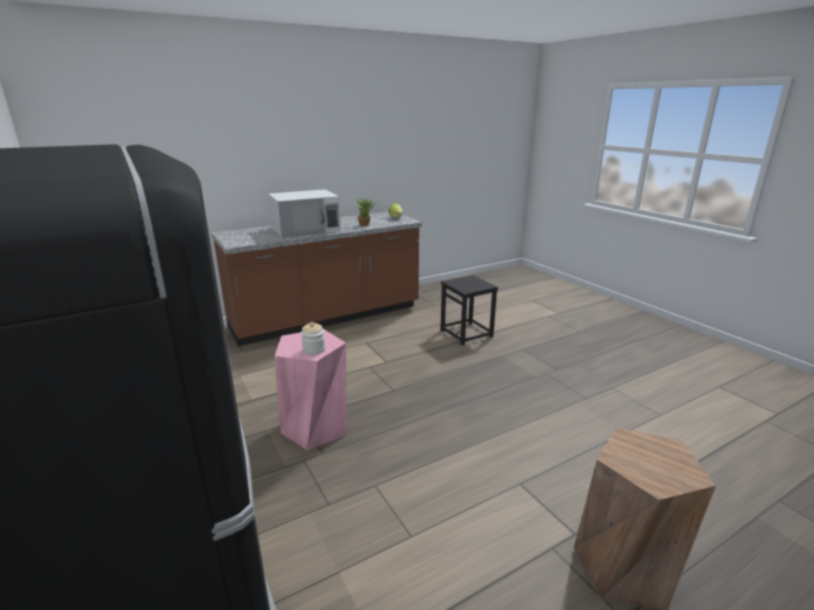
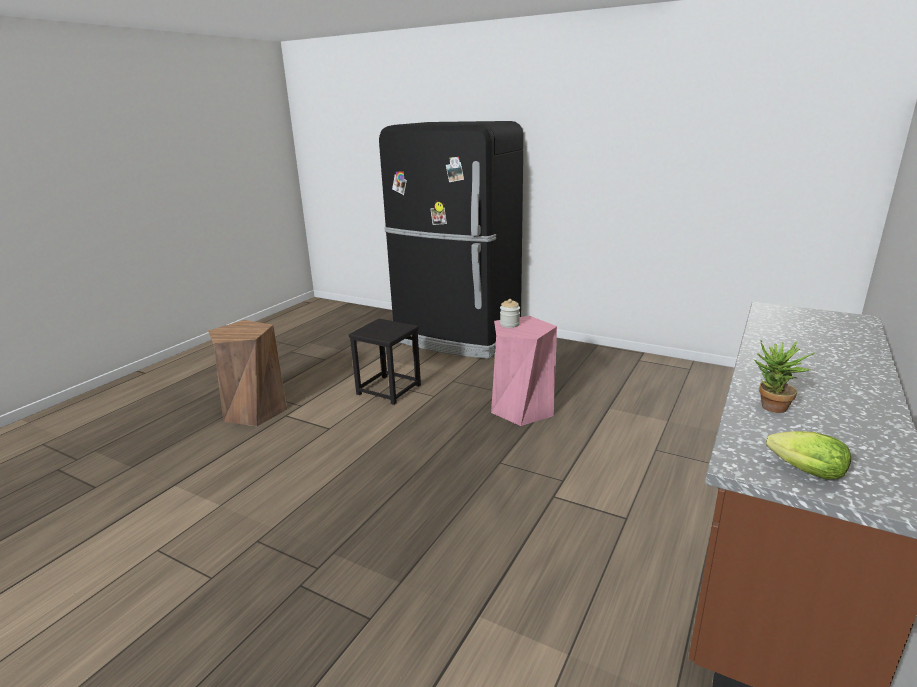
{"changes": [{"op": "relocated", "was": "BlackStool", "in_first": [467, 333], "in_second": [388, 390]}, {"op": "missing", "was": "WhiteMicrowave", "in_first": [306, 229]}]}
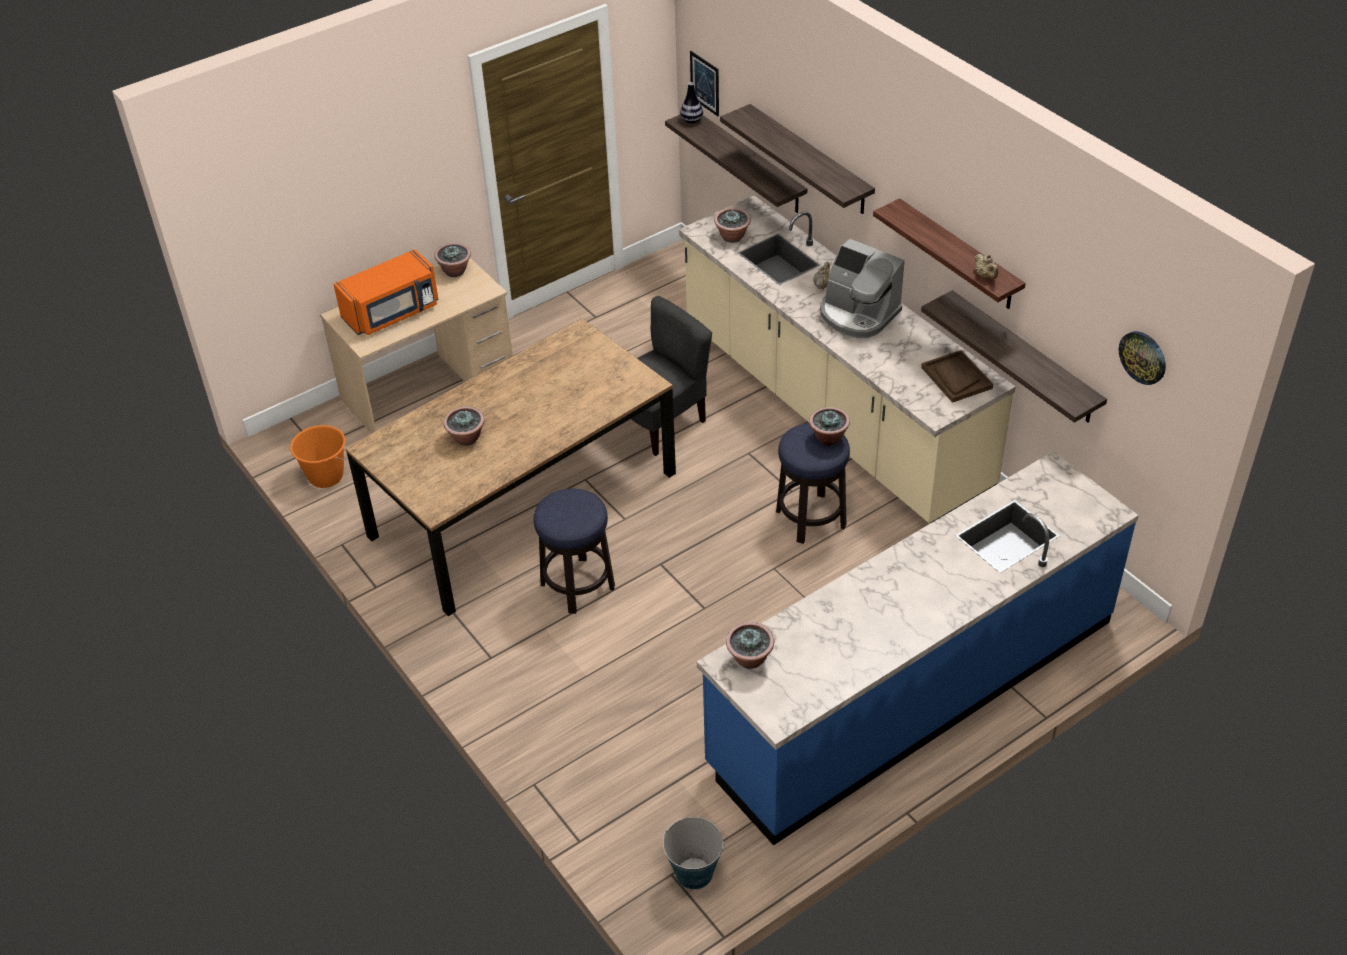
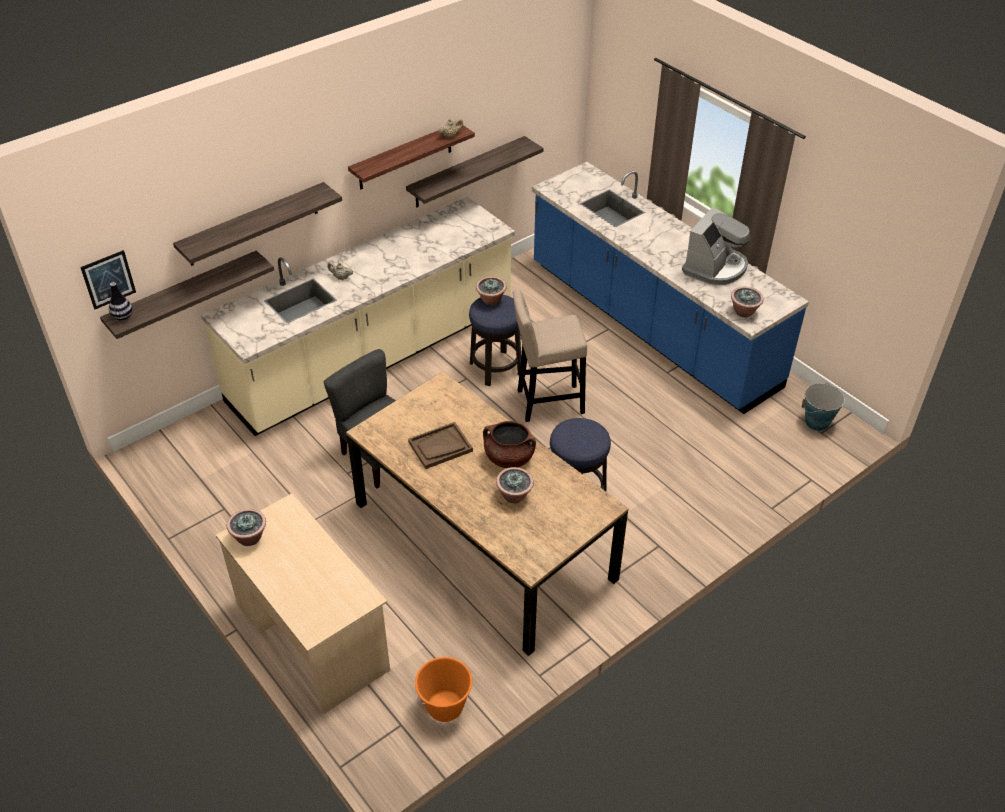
{"changes": [{"op": "relocated", "was": "BrownTray", "in_first": [956, 378], "in_second": [440, 447]}, {"op": "appeared", "now": "BrownCookingPot", "in_second": [509, 458]}, {"op": "appeared", "now": "BeigeStool", "in_second": [546, 402]}, {"op": "relocated", "was": "CoffeeMachine", "in_first": [858, 314], "in_second": [715, 267]}, {"op": "missing", "was": "OrangeMicrowave", "in_first": [392, 313]}, {"op": "missing", "was": "PottedPlant", "in_first": [732, 237]}, {"op": "missing", "was": "WallClock", "in_first": [1143, 357]}]}
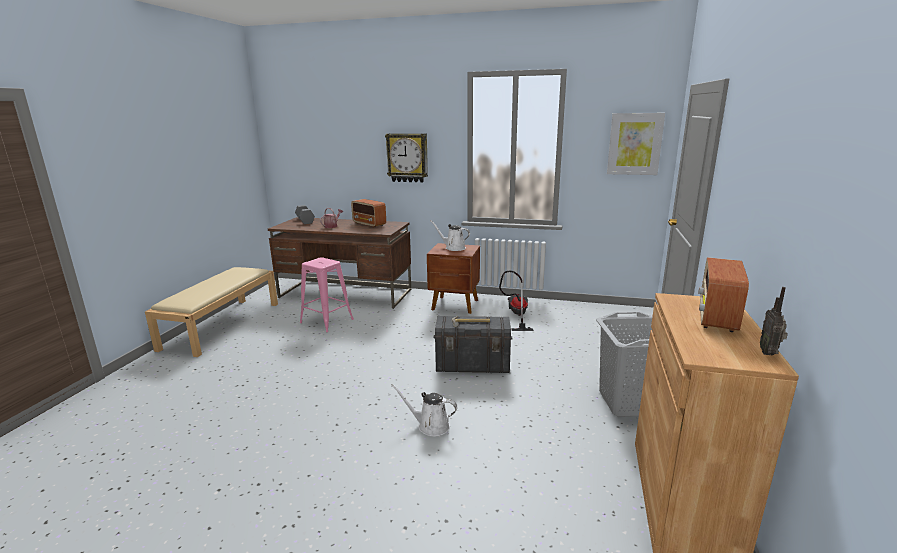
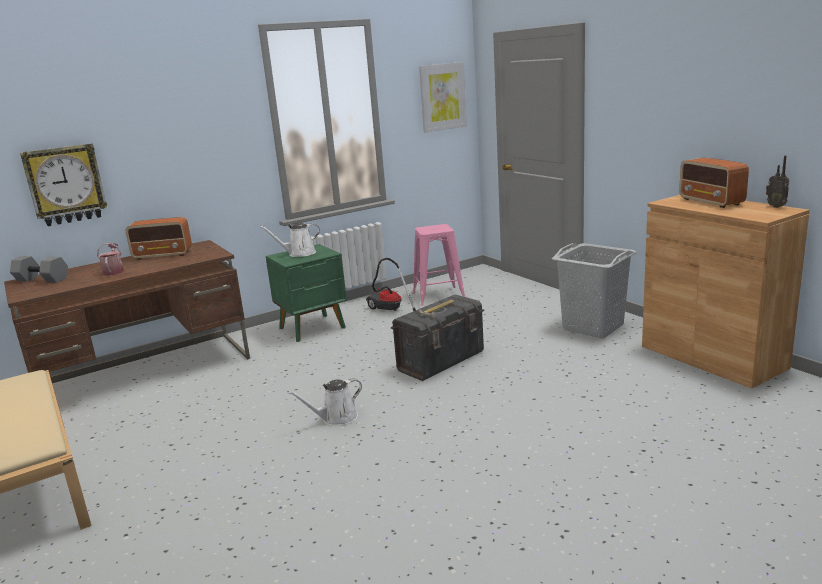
{"changes": [{"op": "relocated", "was": "WallClock", "in_first": [407, 157], "in_second": [65, 184]}, {"op": "colour", "was": "BrownNightstand", "now": "GreenNightstand", "in_first": [455, 305], "in_second": [313, 328]}, {"op": "relocated", "was": "WhiteWateringCan", "in_first": [430, 426], "in_second": [336, 418]}, {"op": "relocated", "was": "PinkStool", "in_first": [326, 321], "in_second": [438, 296]}]}
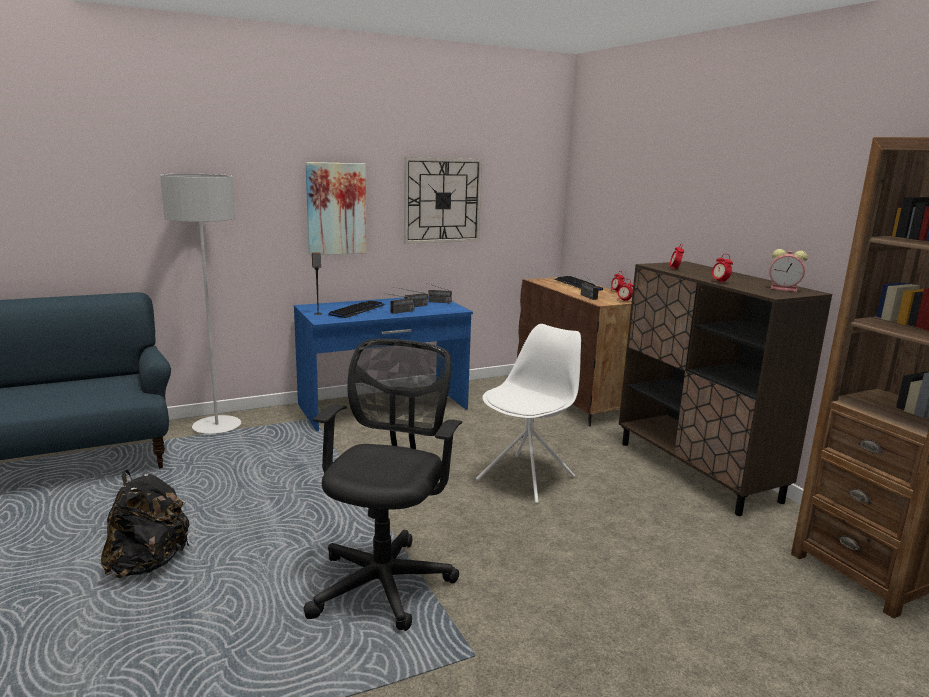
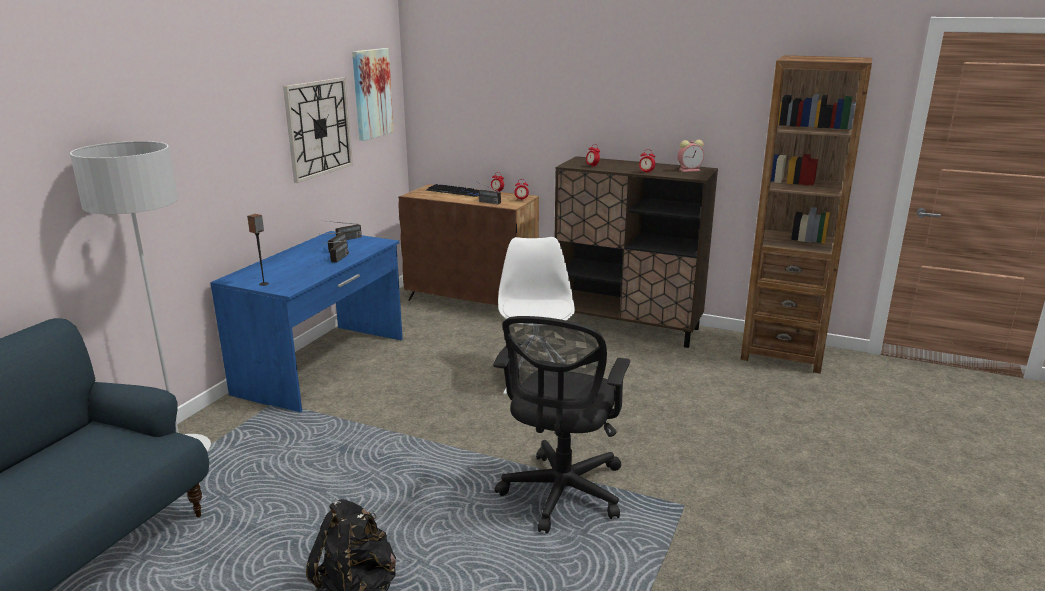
{"changes": [{"op": "relocated", "was": "Picture", "in_first": [336, 209], "in_second": [371, 93]}, {"op": "spun", "was": "BlackOfficeChair", "in_first": [385, 580], "in_second": [561, 495], "clockwise": -135}, {"op": "missing", "was": "Keyboard", "in_first": [357, 310]}]}
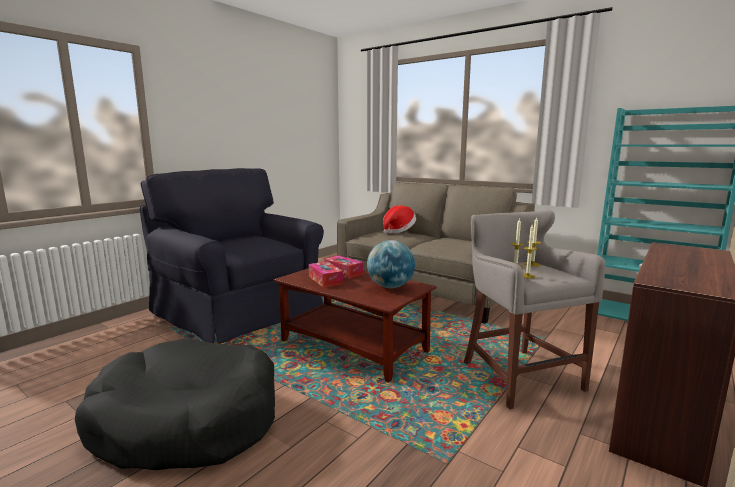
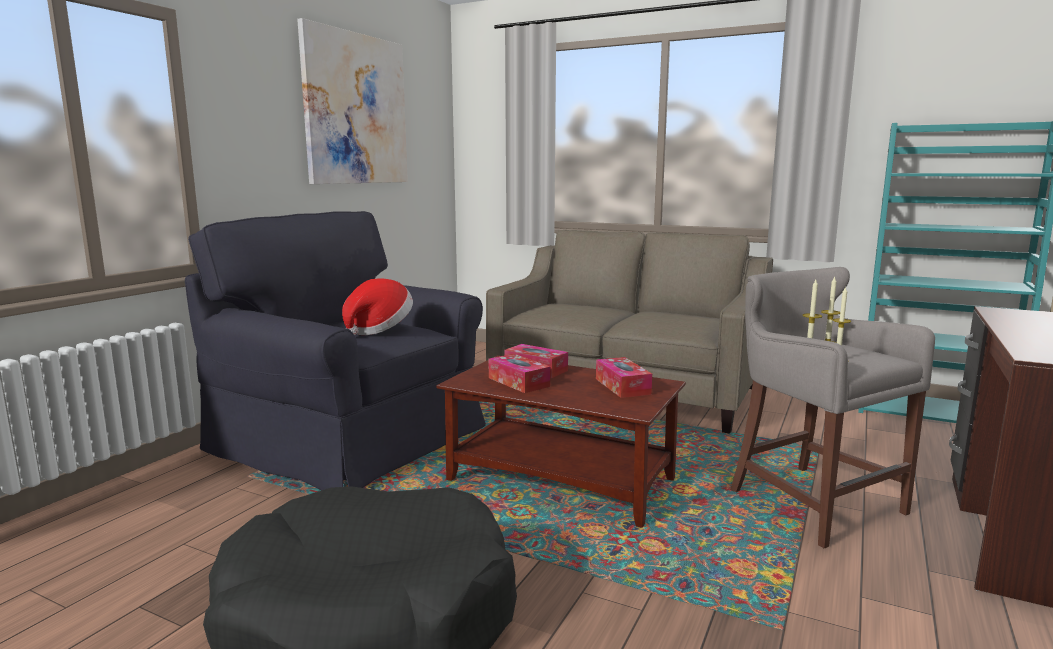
{"changes": [{"op": "appeared", "now": "Picture", "in_second": [356, 109]}, {"op": "relocated", "was": "Hat", "in_first": [398, 231], "in_second": [378, 329]}, {"op": "exchanged", "was": "Globe", "now": "TissueBox", "in_first": [390, 286], "in_second": [622, 386]}]}
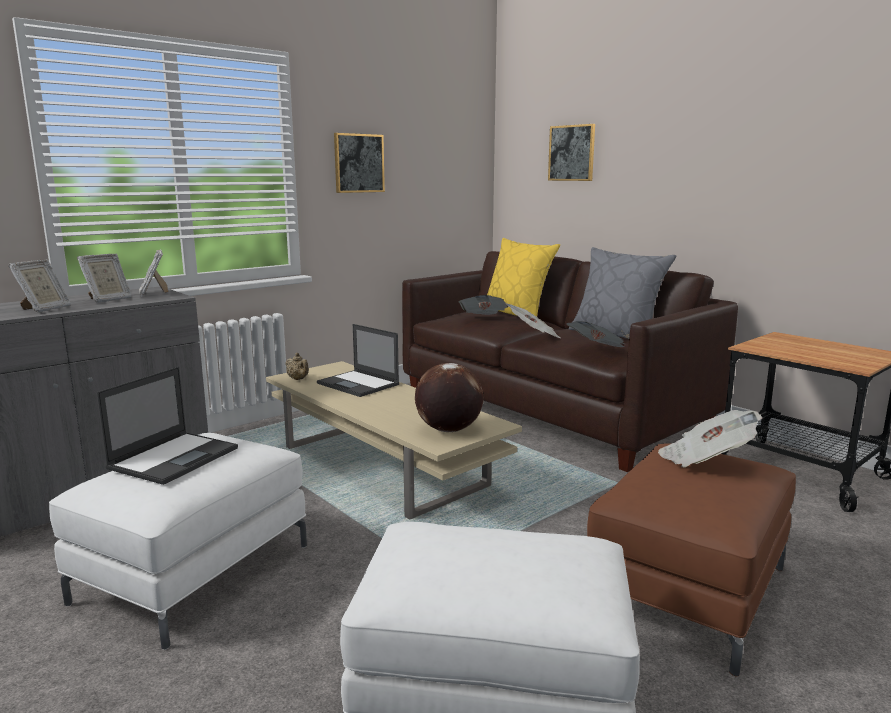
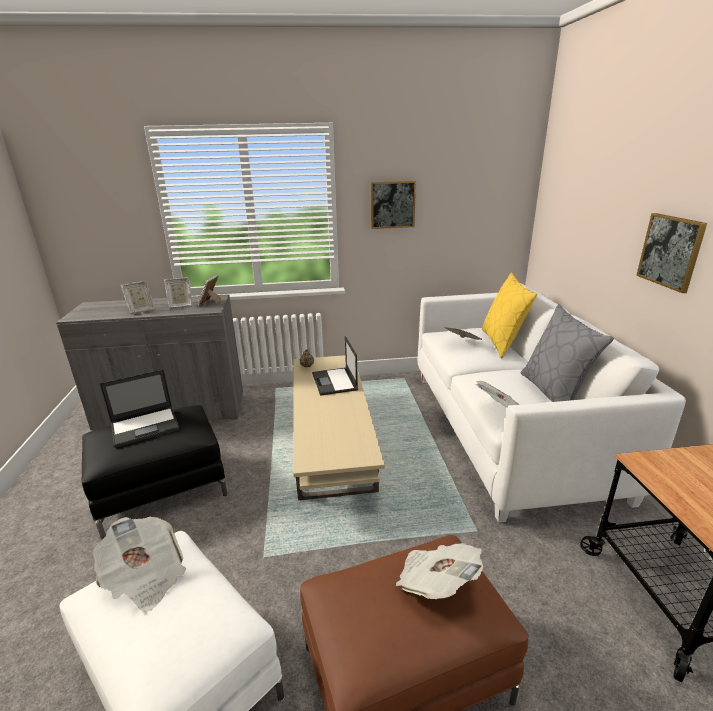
{"changes": [{"op": "colour", "was": "WhiteOttoman", "now": "BlackOttoman", "in_first": [194, 572], "in_second": [162, 490]}, {"op": "relocated", "was": "Newspaper", "in_first": [533, 335], "in_second": [145, 577]}, {"op": "colour", "was": "BrownSofa", "now": "WhiteSofa", "in_first": [550, 410], "in_second": [507, 430]}, {"op": "relocated", "was": "Picture", "in_first": [572, 153], "in_second": [670, 251]}, {"op": "missing", "was": "Globe", "in_first": [448, 430]}]}
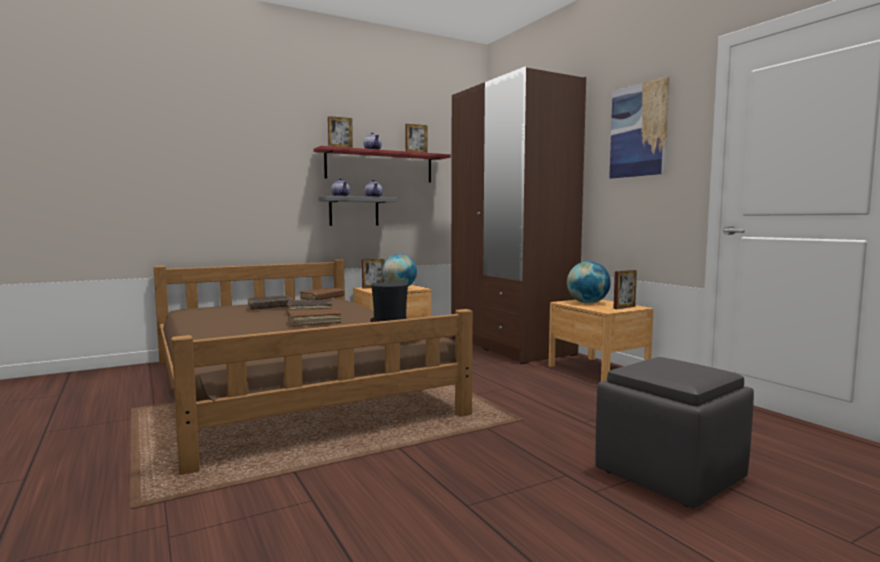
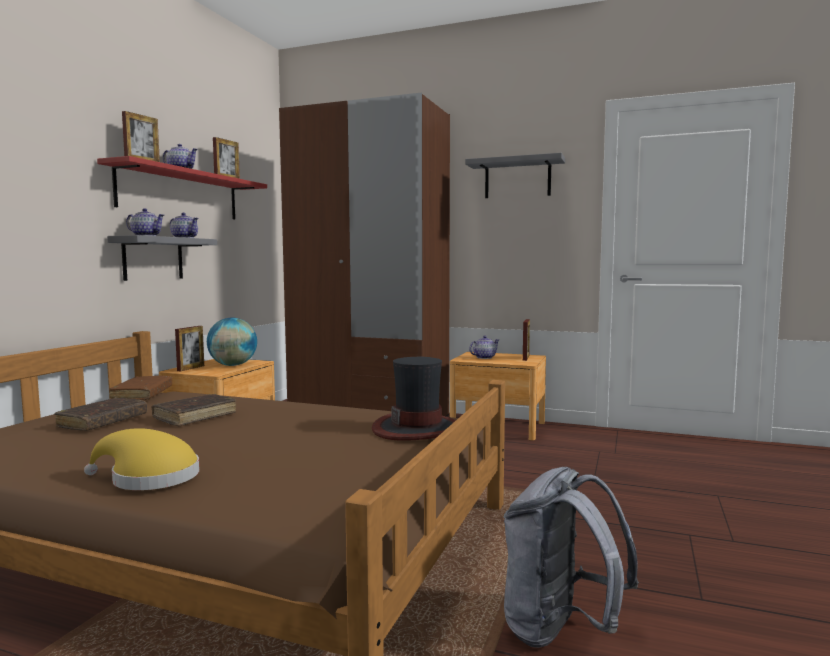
{"changes": [{"op": "appeared", "now": "YellowHat", "in_second": [149, 478]}, {"op": "exchanged", "was": "Picture", "now": "GreyShelf", "in_first": [639, 130], "in_second": [517, 179]}, {"op": "exchanged", "was": "Globe", "now": "Teapot", "in_first": [587, 303], "in_second": [484, 357]}, {"op": "appeared", "now": "GreyBackpack", "in_second": [560, 631]}, {"op": "missing", "was": "BrownBook", "in_first": [314, 322]}, {"op": "missing", "was": "GreyOttoman", "in_first": [668, 475]}]}
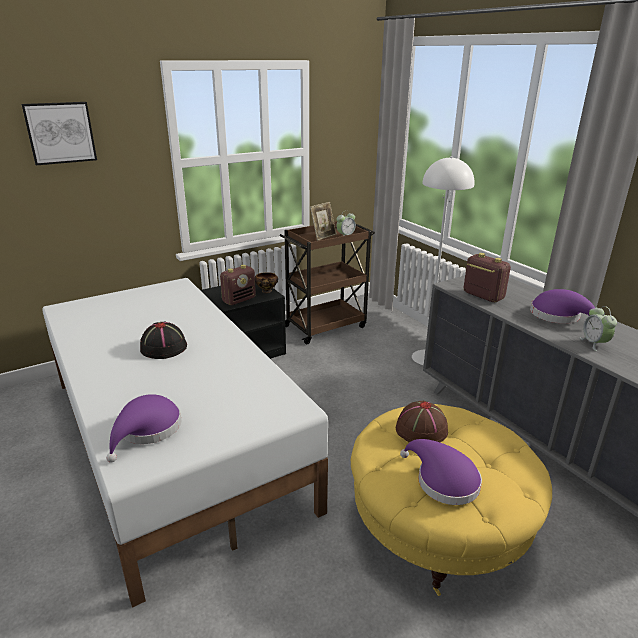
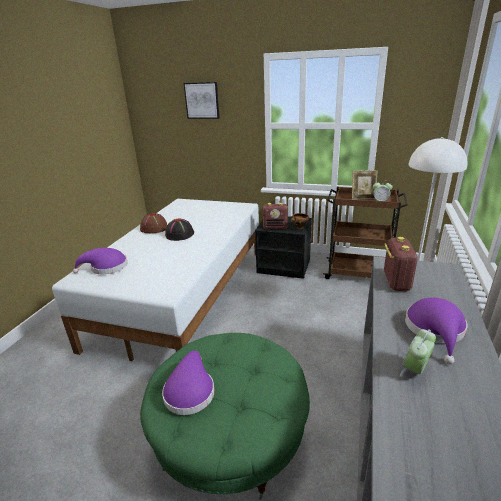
{"changes": [{"op": "relocated", "was": "BrownHat", "in_first": [421, 430], "in_second": [154, 228]}, {"op": "colour", "was": "YellowOttoman", "now": "GreenOttoman", "in_first": [439, 523], "in_second": [229, 435]}]}
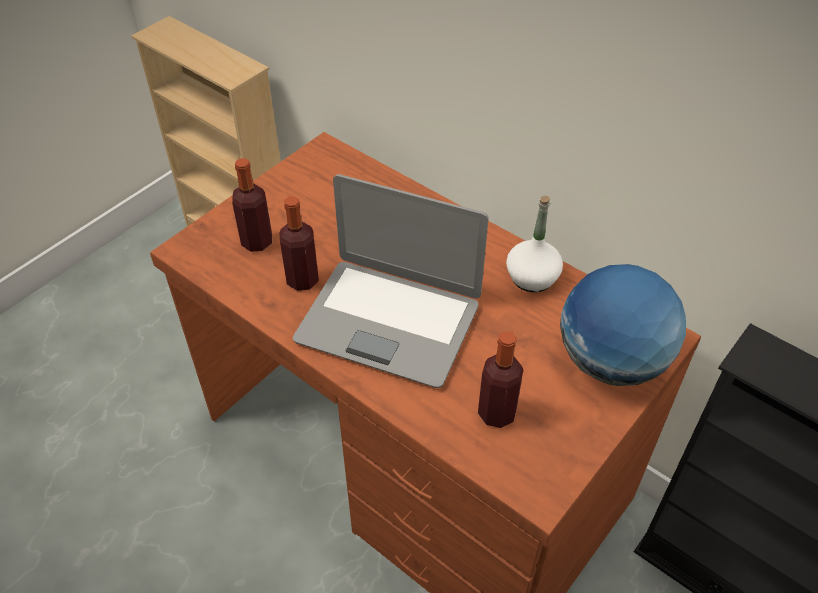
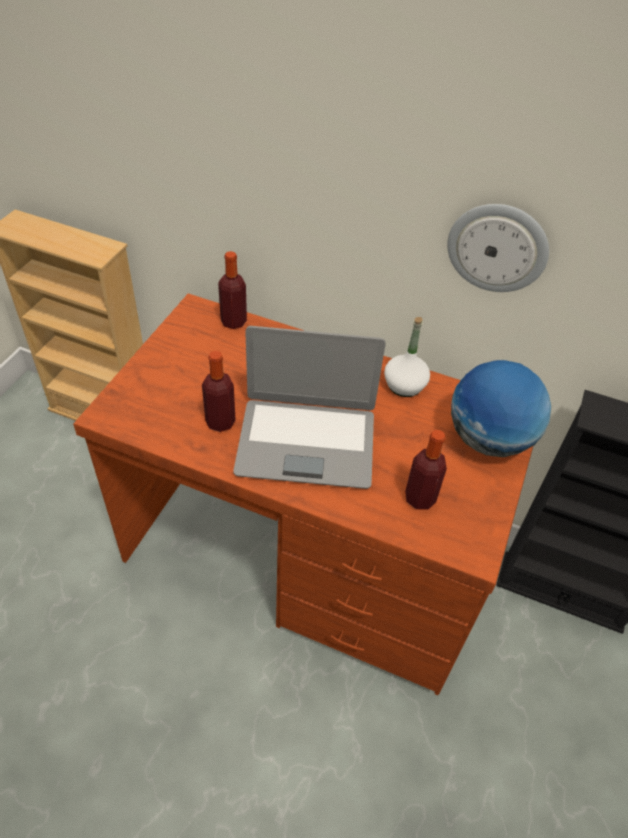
{"changes": [{"op": "relocated", "was": "Bottle", "in_first": [257, 242], "in_second": [233, 321]}, {"op": "appeared", "now": "WallClock", "in_second": [497, 247]}]}
